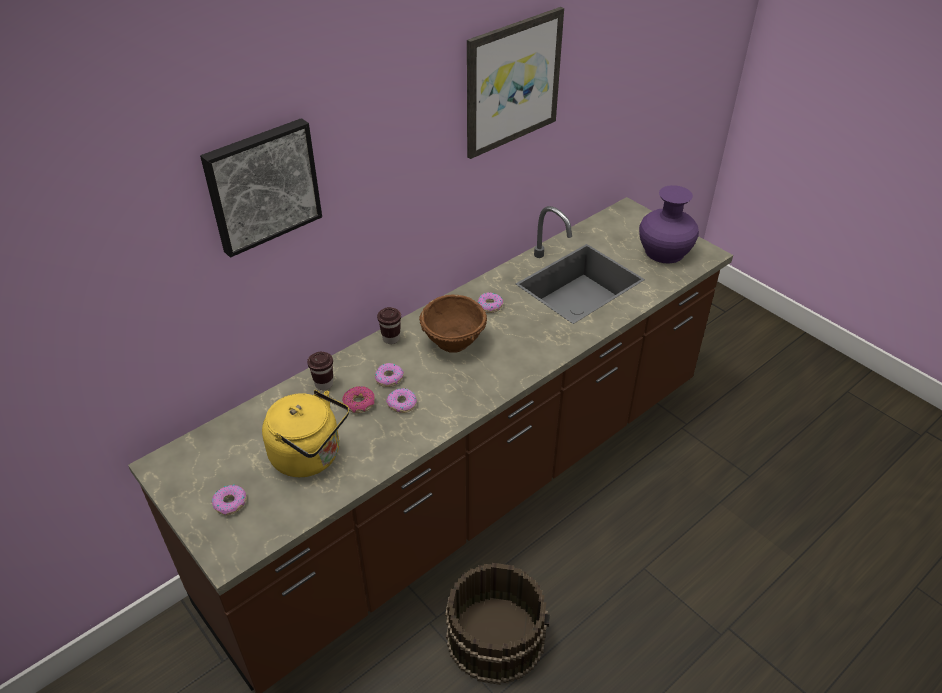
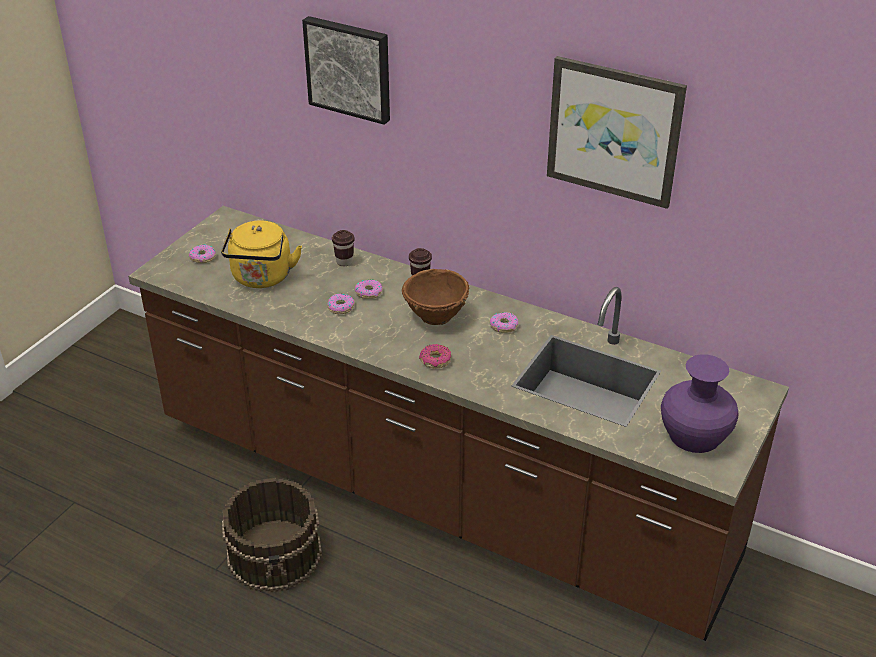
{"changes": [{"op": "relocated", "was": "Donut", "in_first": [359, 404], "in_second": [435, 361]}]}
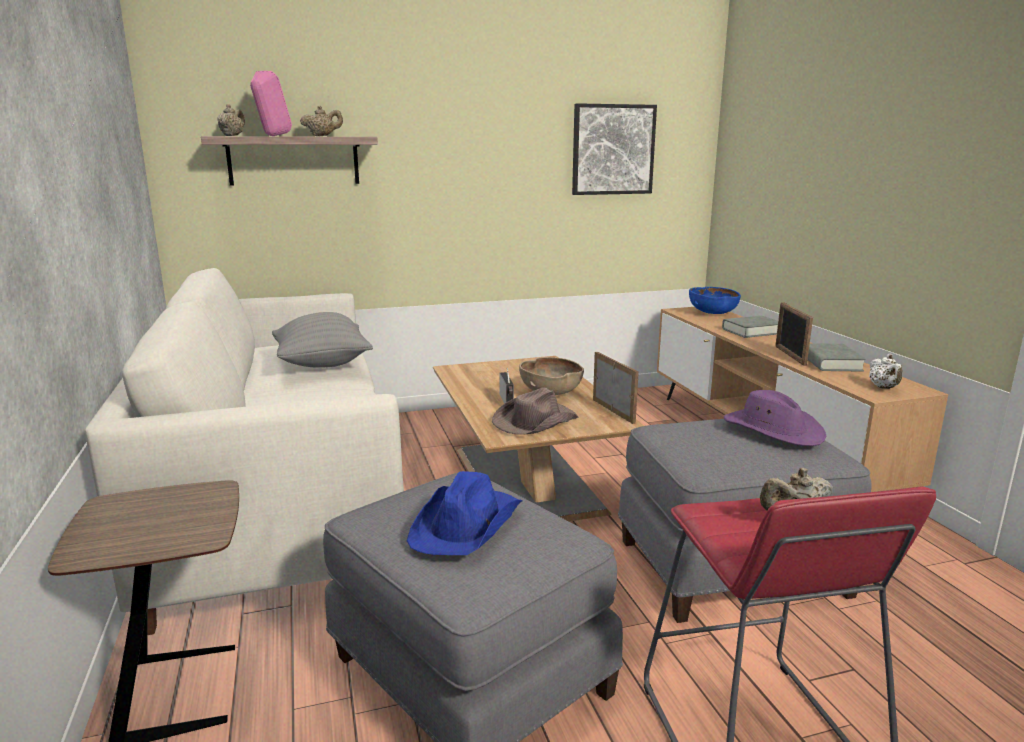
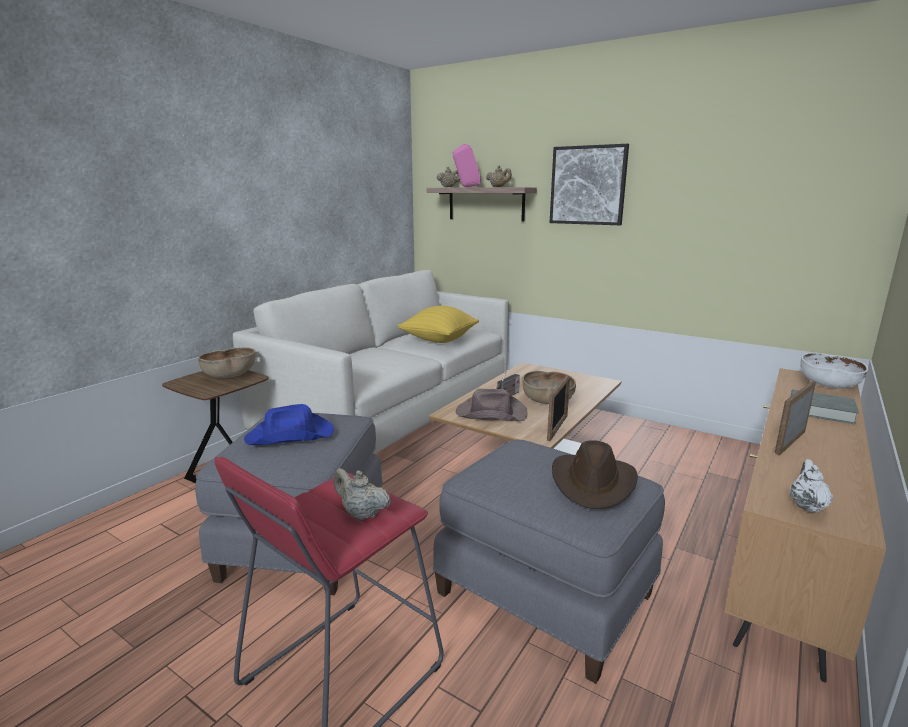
{"changes": [{"op": "appeared", "now": "BrownBowl", "in_second": [230, 376]}, {"op": "colour", "was": "GreyPillow", "now": "YellowPillow", "in_first": [322, 364], "in_second": [439, 340]}, {"op": "relocated", "was": "Picture", "in_first": [613, 150], "in_second": [588, 185]}, {"op": "colour", "was": "PurpleHat", "now": "BrownHat", "in_first": [773, 429], "in_second": [593, 483]}, {"op": "spun", "was": "WhiteTeapot", "in_first": [883, 388], "in_second": [806, 506], "clockwise": 150}, {"op": "colour", "was": "BlueBowl", "now": "WhiteBowl", "in_first": [712, 313], "in_second": [828, 385]}, {"op": "missing", "was": "GreyBook", "in_first": [830, 363]}]}
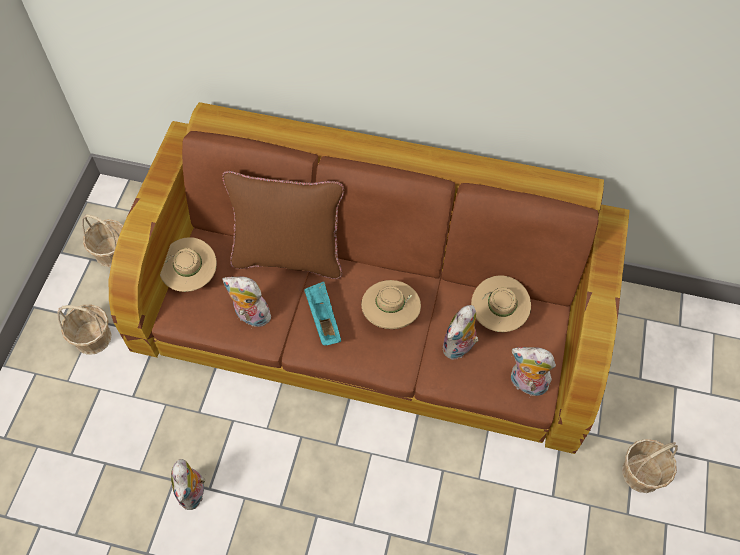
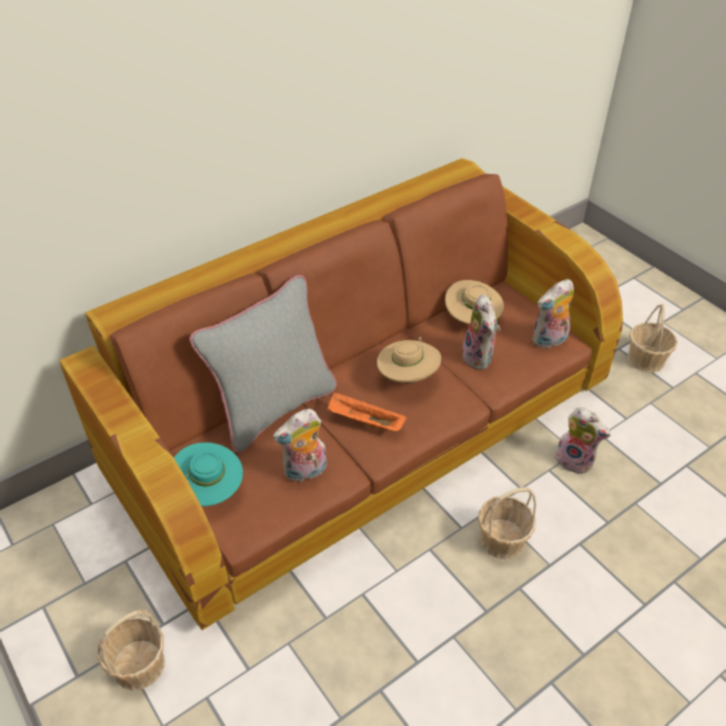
{"changes": [{"op": "colour", "was": "BeigeHat", "now": "TurquoiseHat", "in_first": [191, 276], "in_second": [209, 491]}, {"op": "colour", "was": "BrownPillow", "now": "GreyPillow", "in_first": [289, 257], "in_second": [274, 408]}, {"op": "colour", "was": "TurquoiseTray", "now": "OrangeTray", "in_first": [322, 318], "in_second": [364, 422]}, {"op": "relocated", "was": "Basket", "in_first": [112, 252], "in_second": [502, 539]}, {"op": "relocated", "was": "PlushToy", "in_first": [194, 493], "in_second": [575, 460]}]}
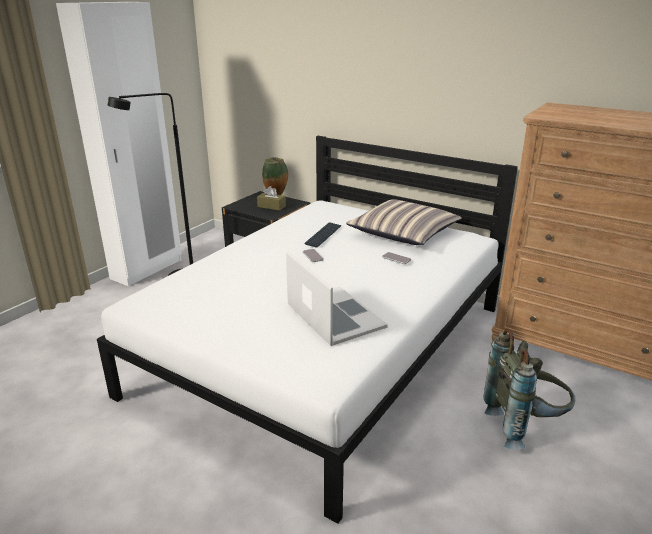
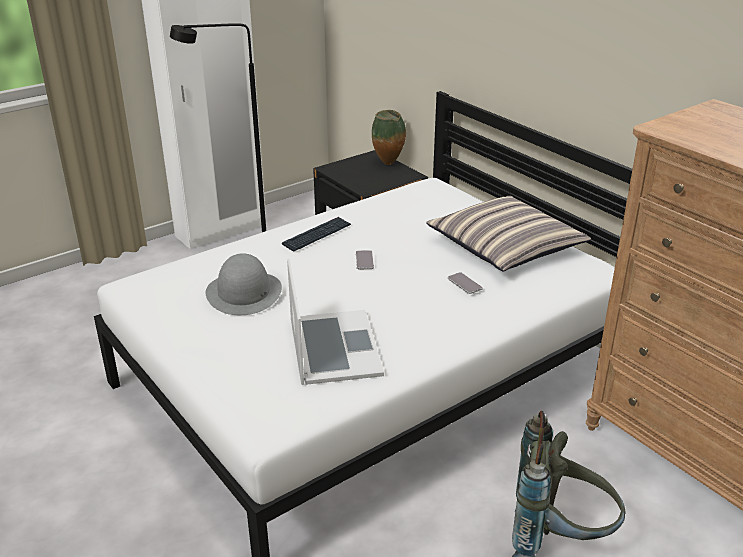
{"changes": [{"op": "appeared", "now": "GreyHat", "in_second": [244, 292]}, {"op": "relocated", "was": "Keyboard", "in_first": [323, 235], "in_second": [317, 235]}, {"op": "missing", "was": "BrownTissueBox", "in_first": [271, 206]}]}
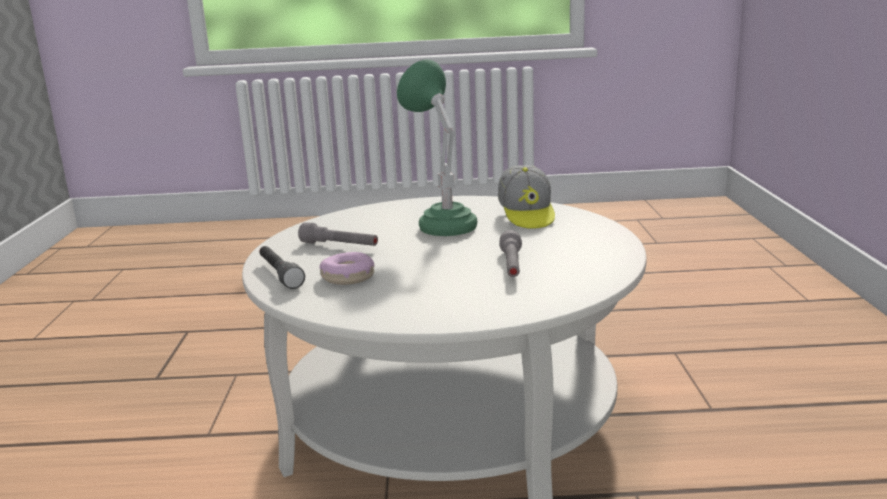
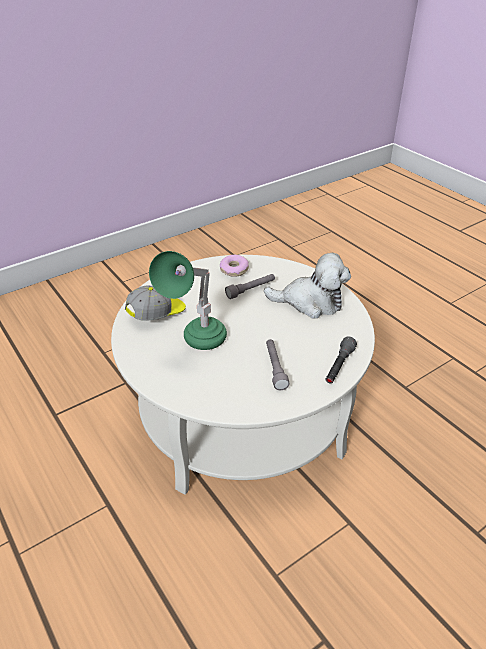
{"changes": [{"op": "relocated", "was": "Donut", "in_first": [347, 277], "in_second": [234, 270]}, {"op": "appeared", "now": "PlushToy", "in_second": [310, 302]}]}
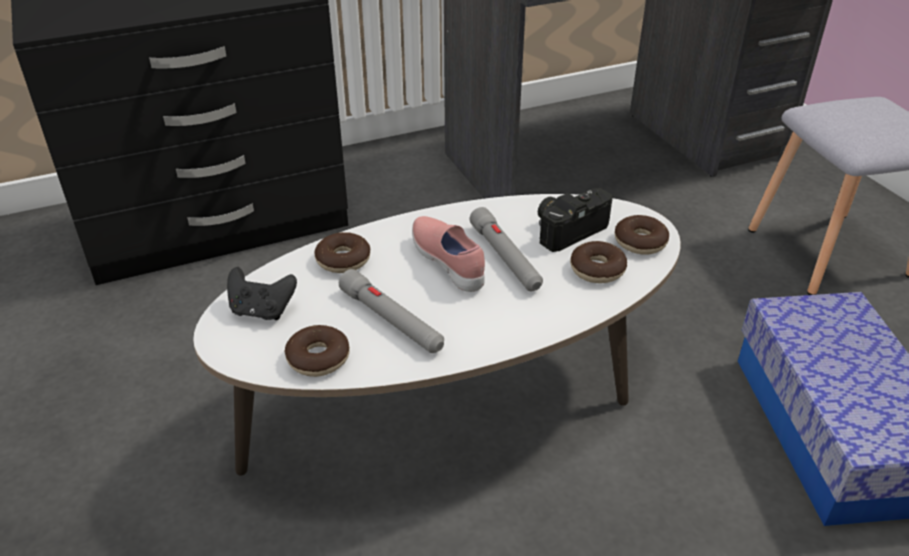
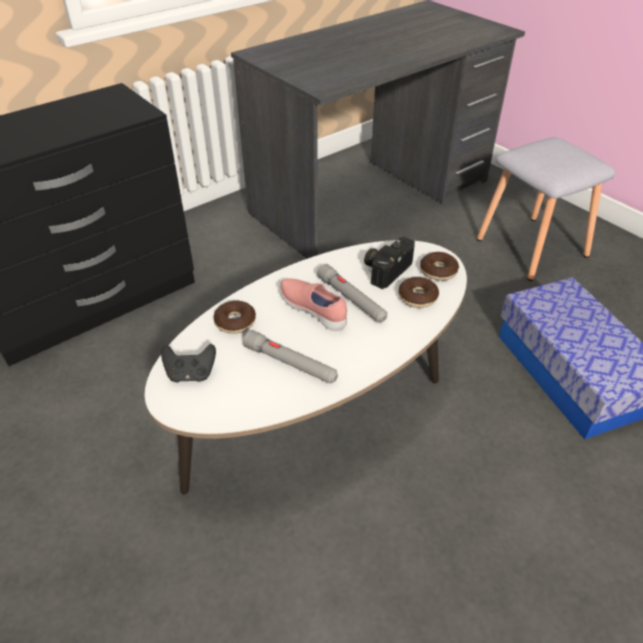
{"changes": [{"op": "missing", "was": "Donut", "in_first": [318, 358]}]}
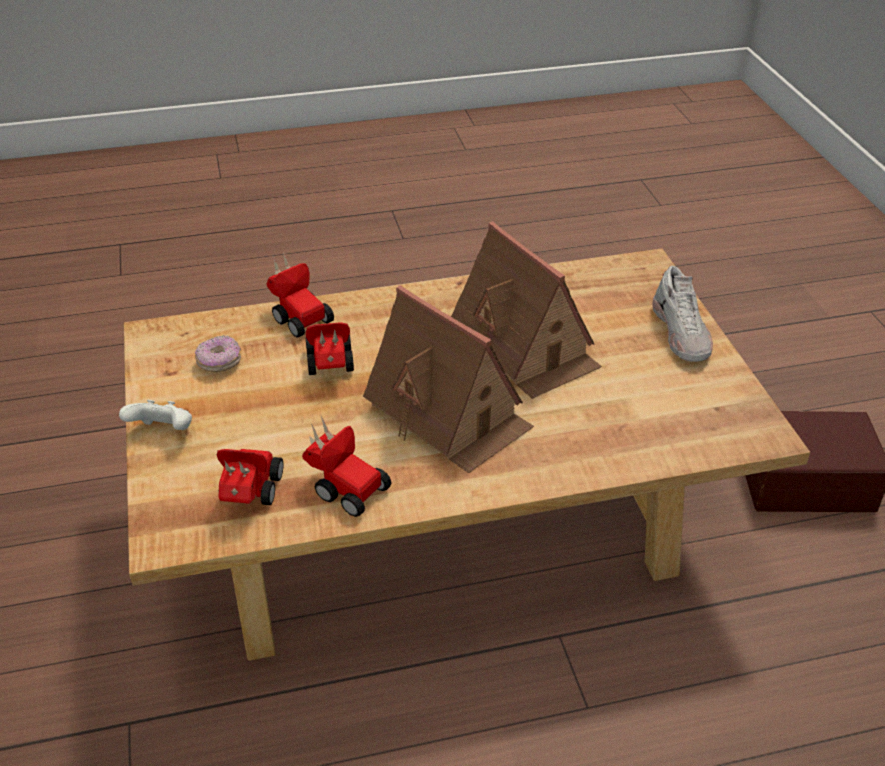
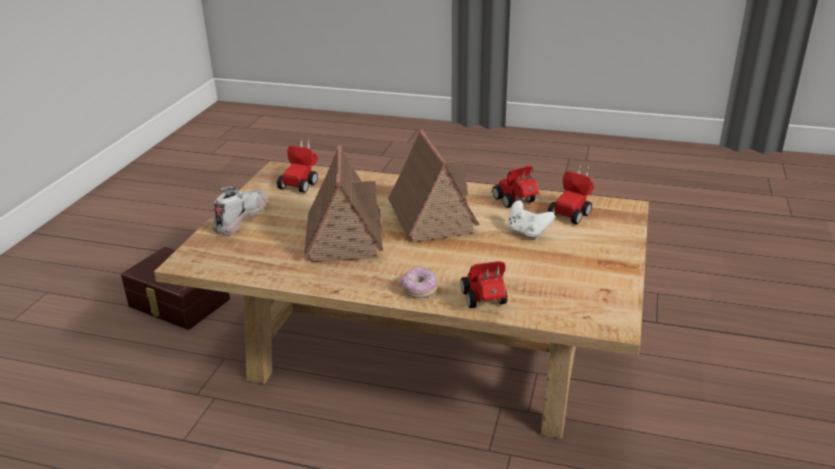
{"changes": [{"op": "relocated", "was": "ToyCar", "in_first": [330, 368], "in_second": [301, 183]}, {"op": "relocated", "was": "Donut", "in_first": [219, 363], "in_second": [419, 290]}, {"op": "relocated", "was": "WhiteGameController", "in_first": [163, 432], "in_second": [527, 232]}]}
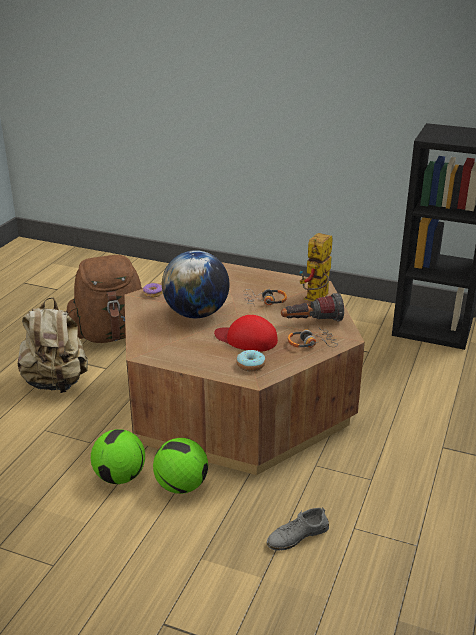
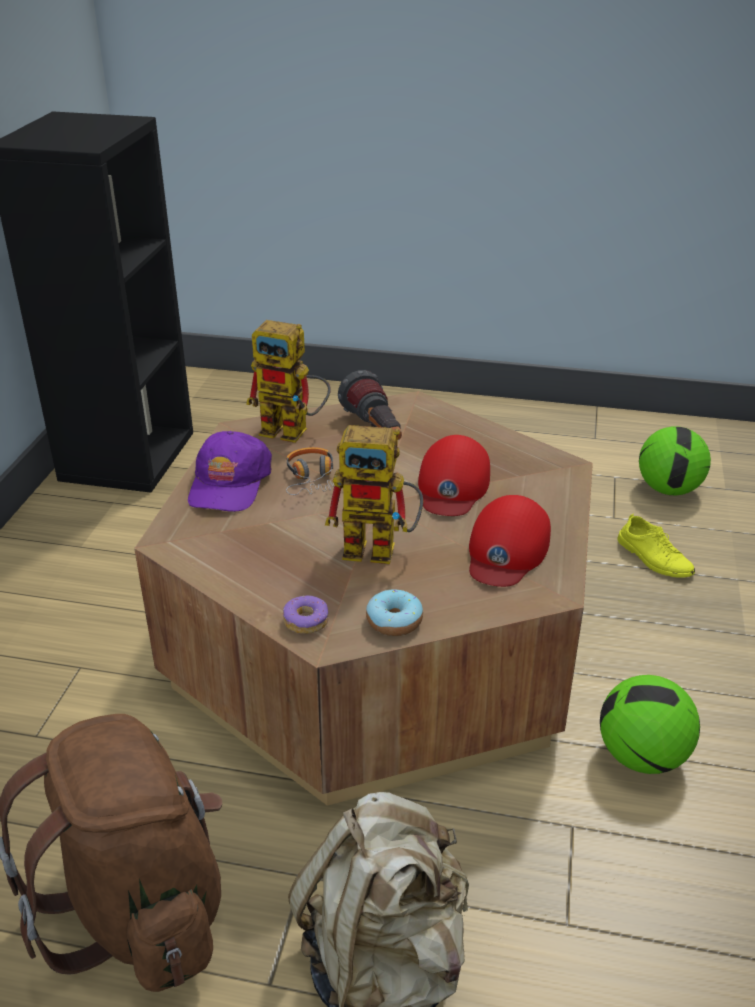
{"changes": [{"op": "appeared", "now": "PurpleCap", "in_second": [229, 484]}, {"op": "exchanged", "was": "Globe", "now": "ToyRobot", "in_first": [196, 314], "in_second": [381, 549]}, {"op": "relocated", "was": "Donut", "in_first": [250, 365], "in_second": [394, 621]}, {"op": "appeared", "now": "RedCap", "in_second": [506, 550]}, {"op": "colour", "was": "GreyShoe", "now": "YellowShoe", "in_first": [297, 536], "in_second": [653, 558]}, {"op": "relocated", "was": "Football", "in_first": [181, 486], "in_second": [668, 489]}, {"op": "missing", "was": "Headphones", "in_first": [311, 344]}]}
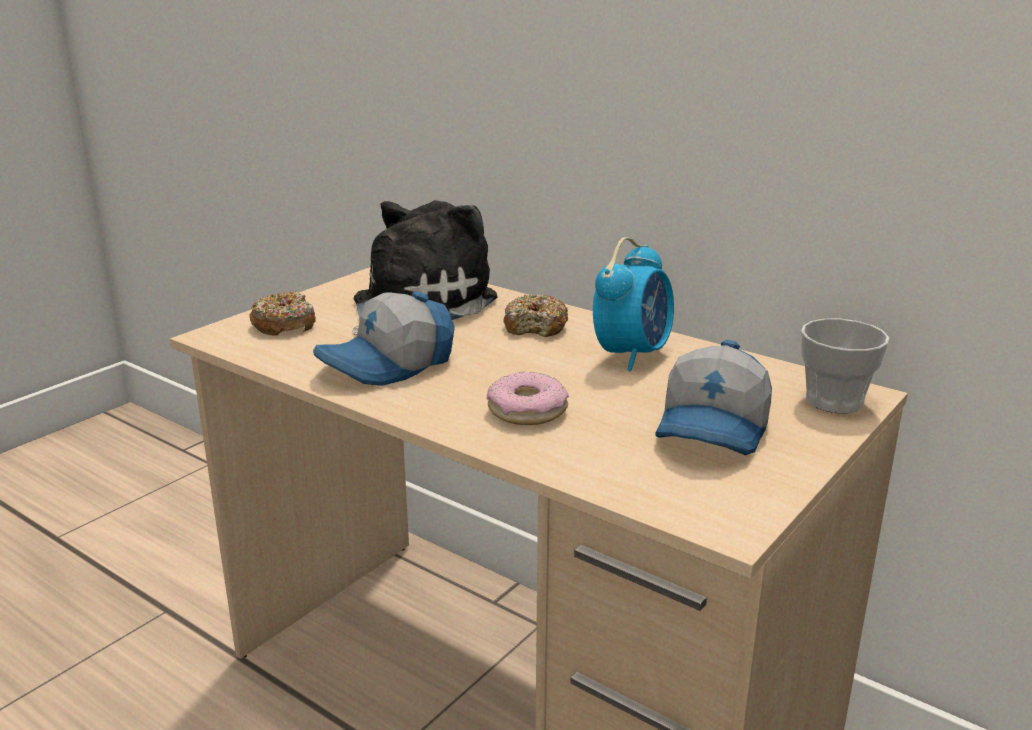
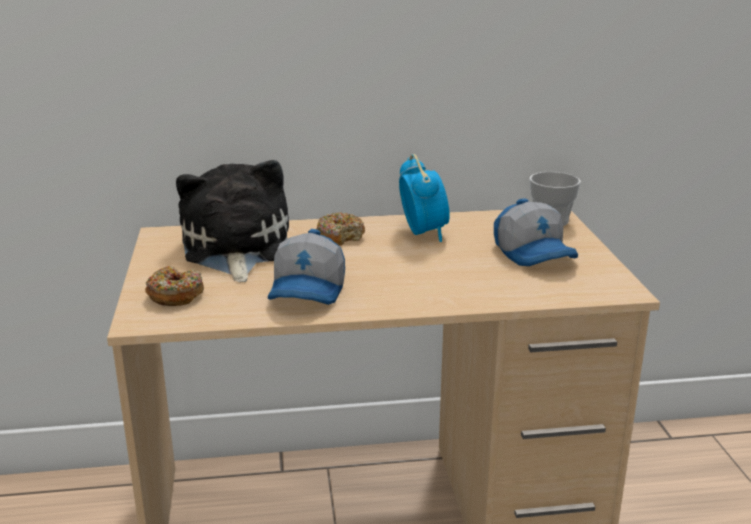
{"changes": [{"op": "missing", "was": "Donut", "in_first": [527, 410]}]}
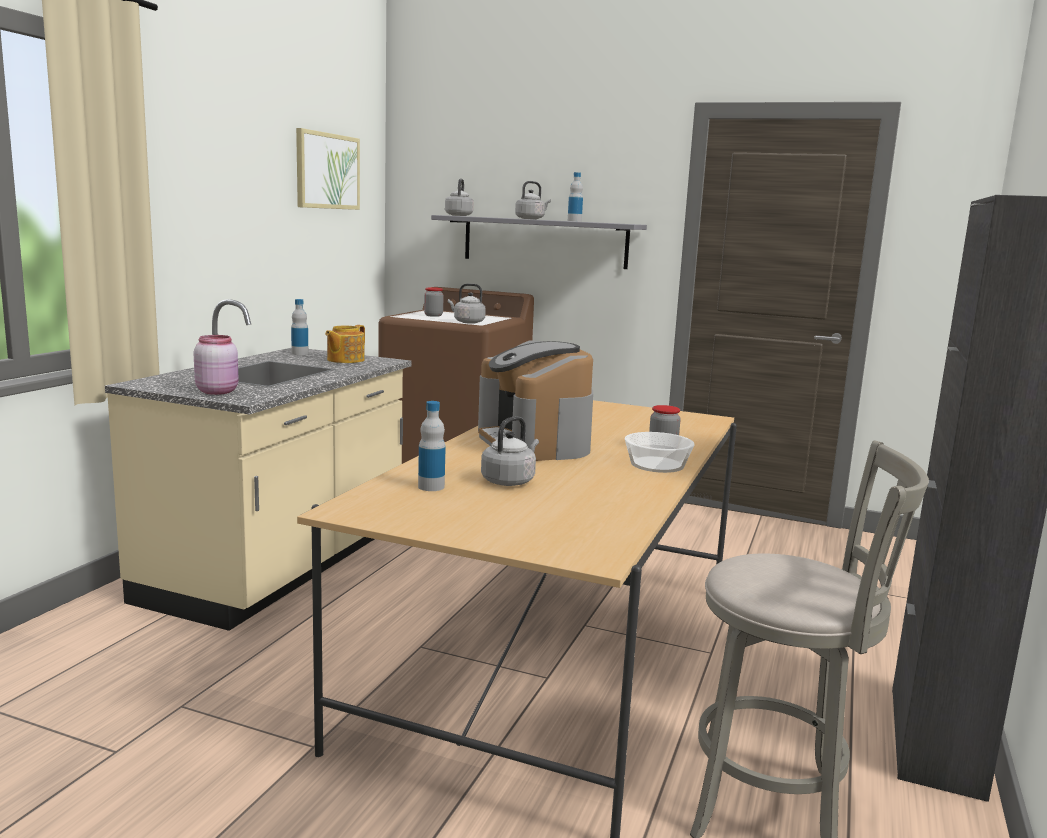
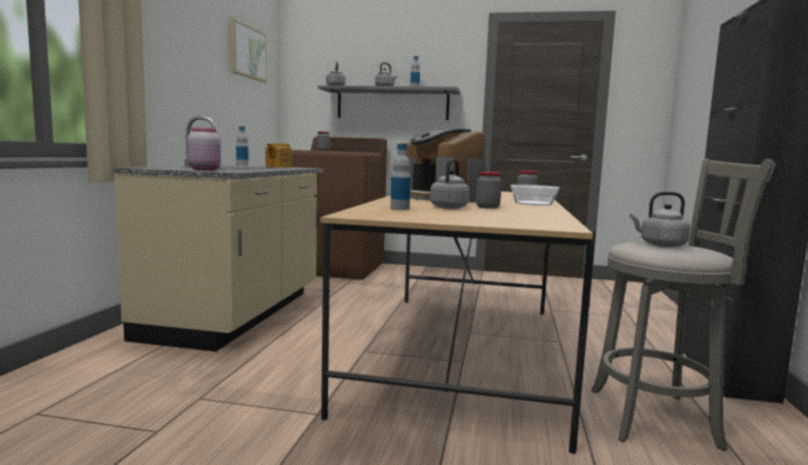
{"changes": [{"op": "appeared", "now": "Jar", "in_second": [487, 207]}, {"op": "relocated", "was": "GreyKettle", "in_first": [467, 322], "in_second": [660, 245]}]}
